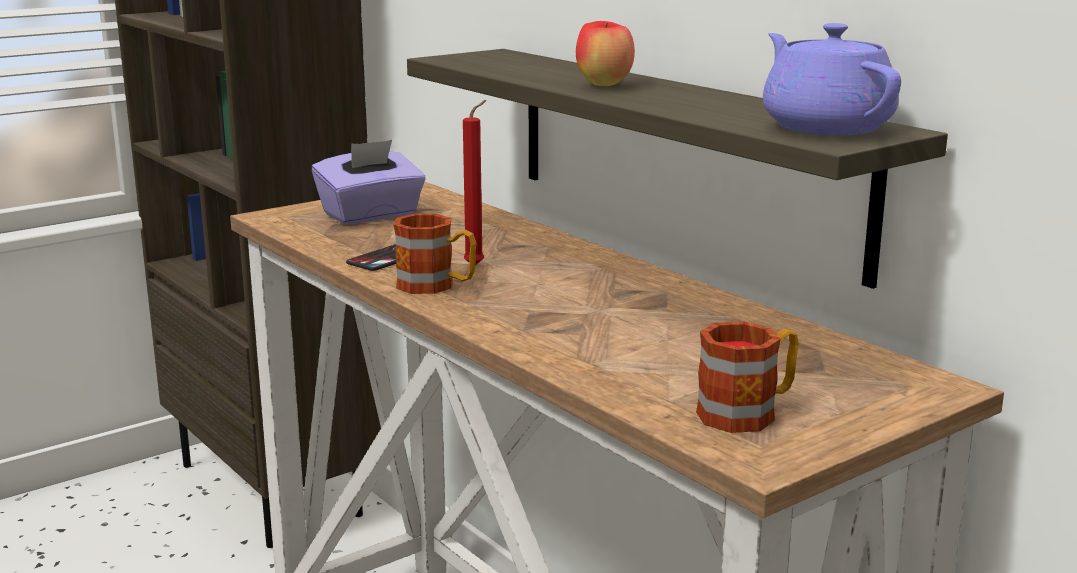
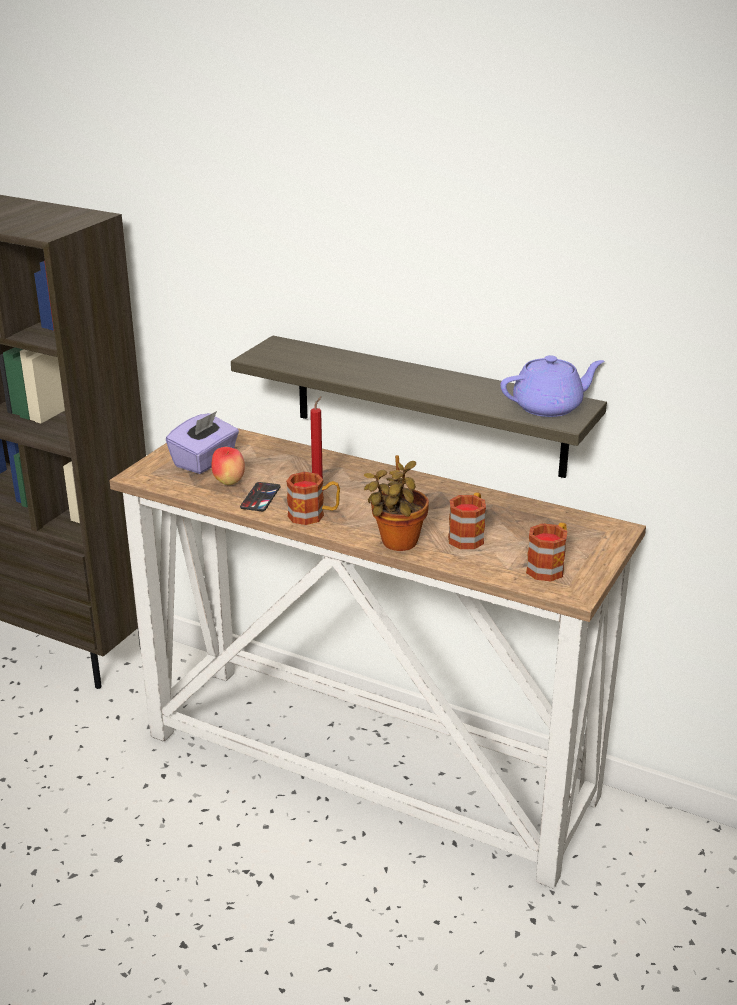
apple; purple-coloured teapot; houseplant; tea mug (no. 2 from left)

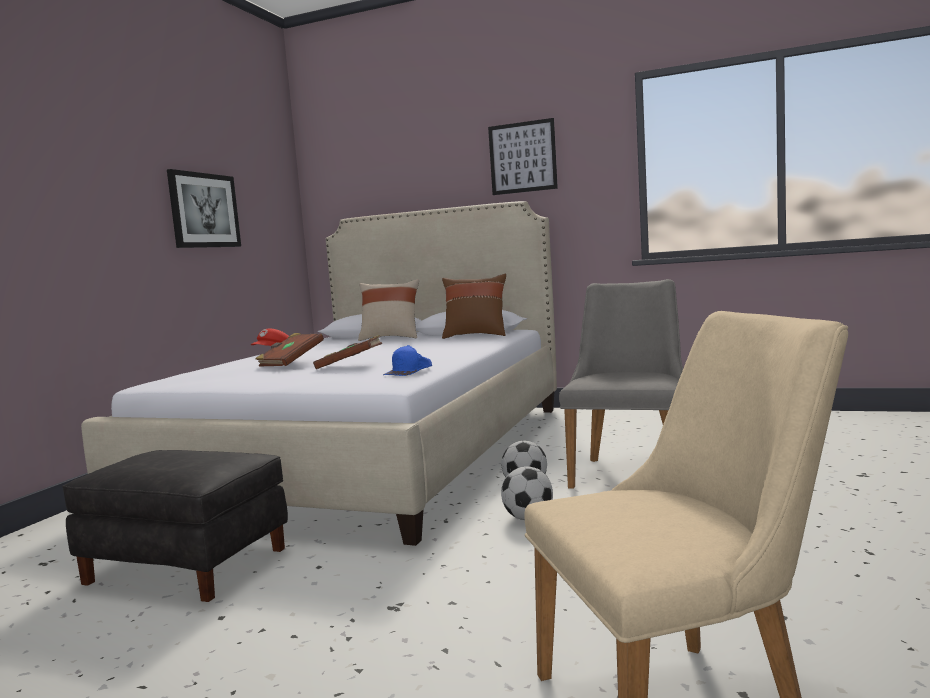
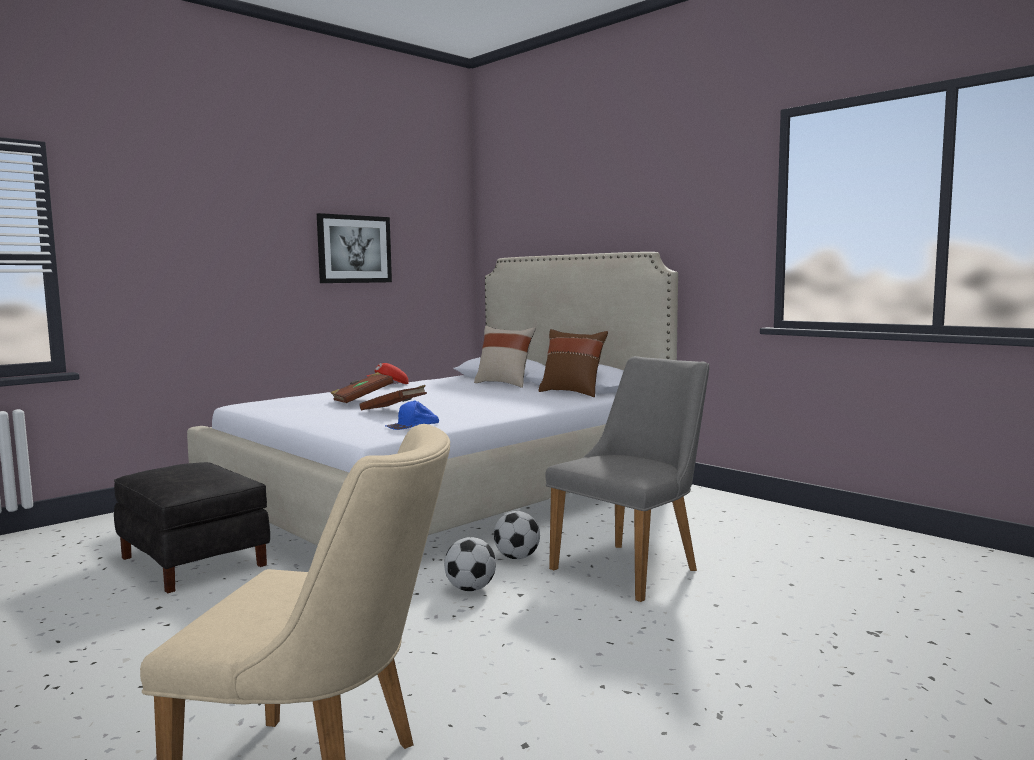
wall art (no. 2 from left in the first image)

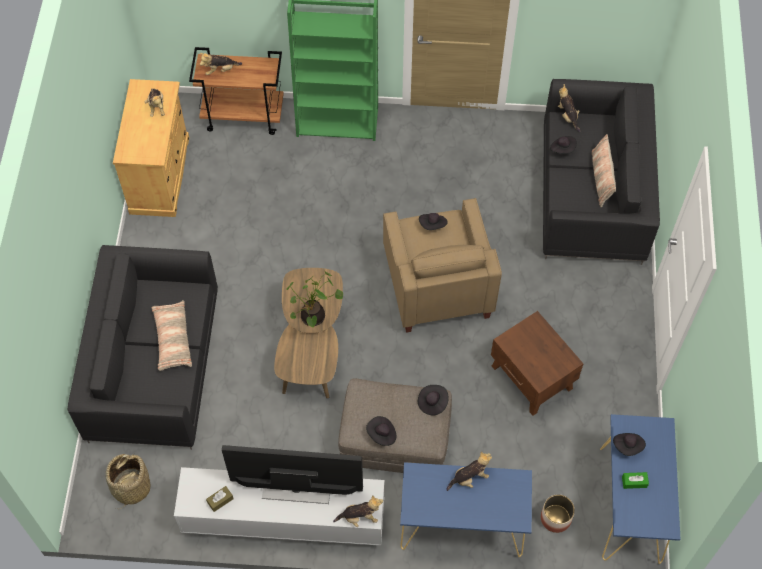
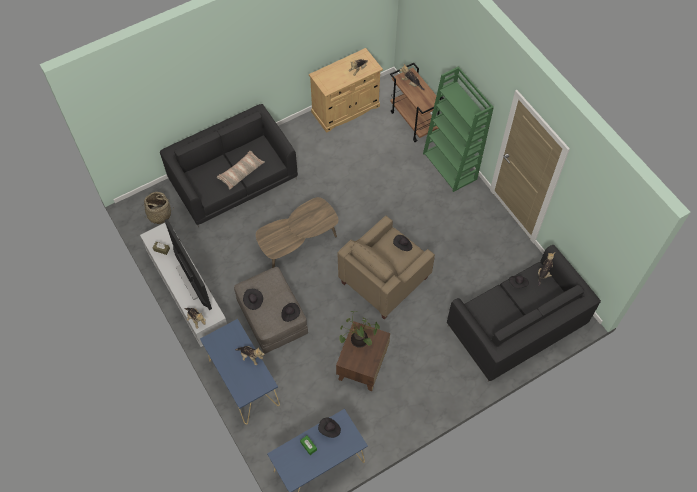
throw pillow (no. 2 from left in the first image); houseplant; flower pot

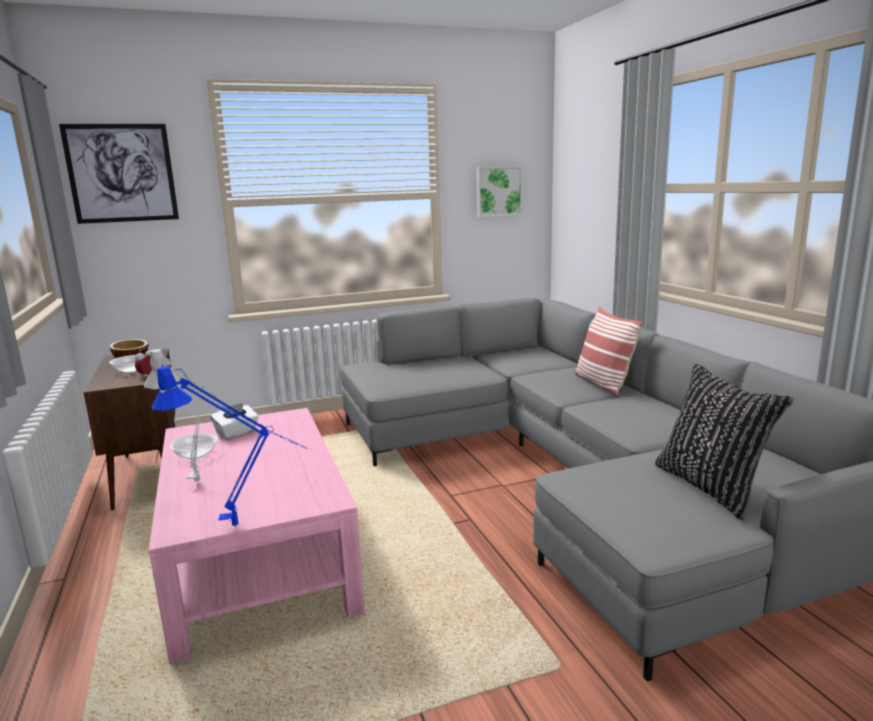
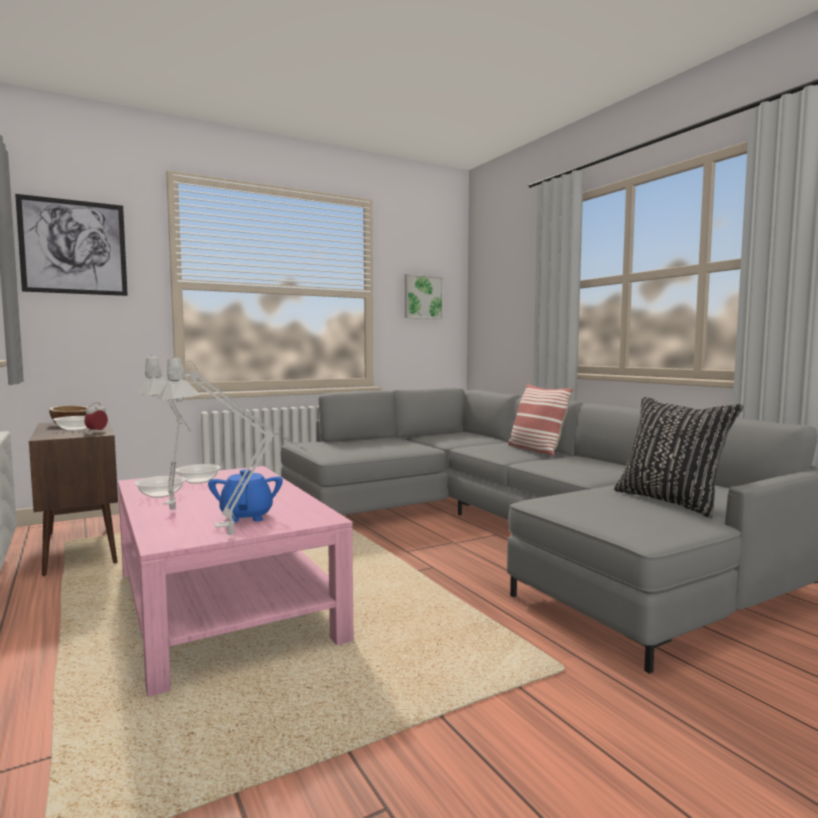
greyish table lamp (no. 2 from left); deep dish (no. 4 from left); blue teapot

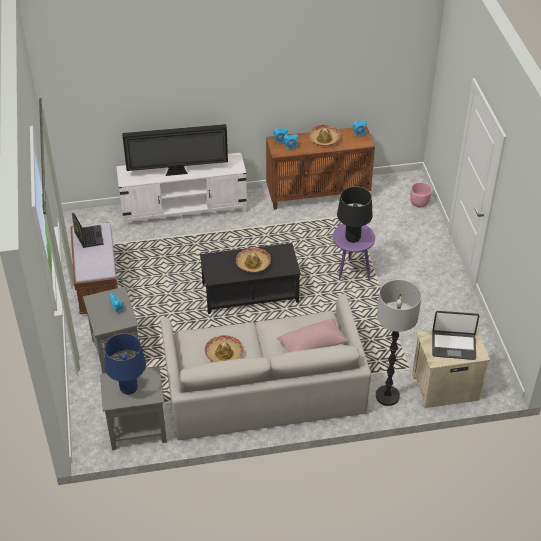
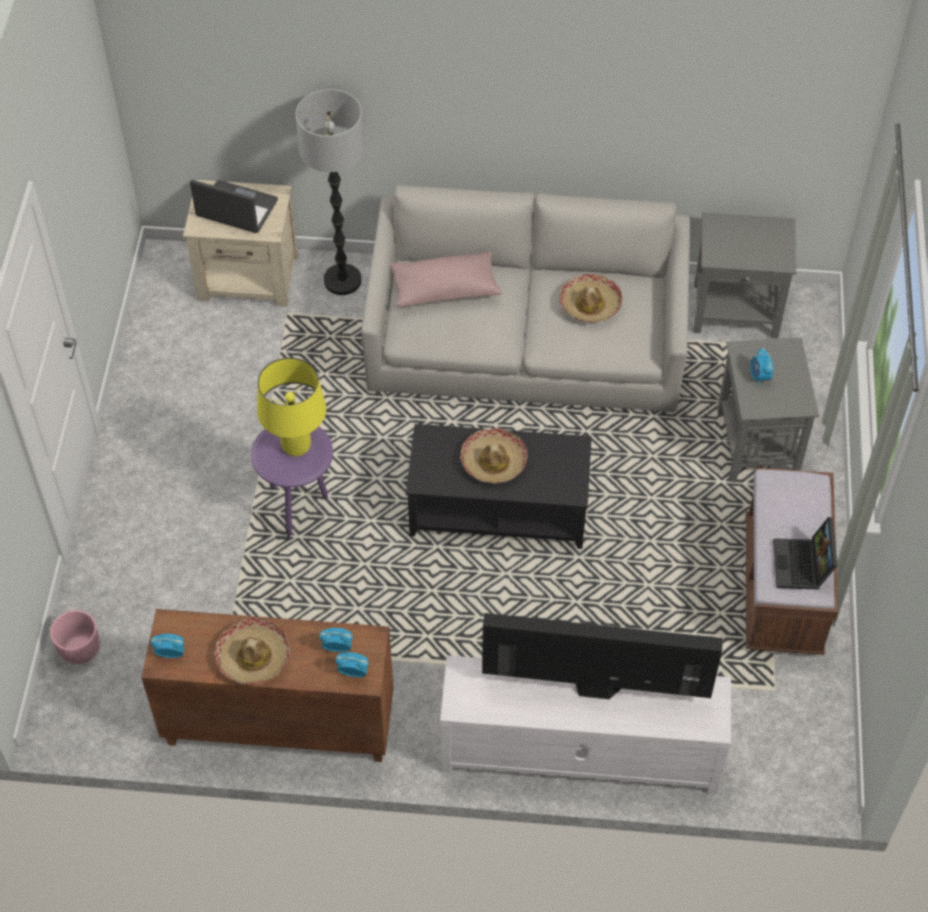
yellow table lamp; blue table lamp

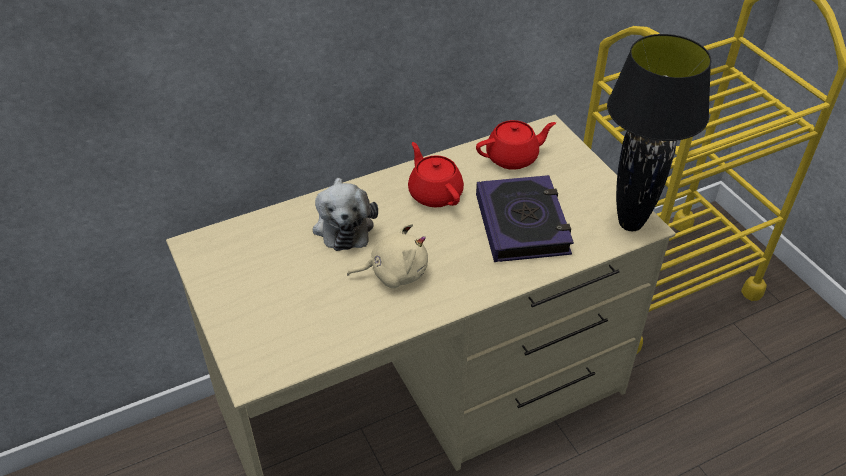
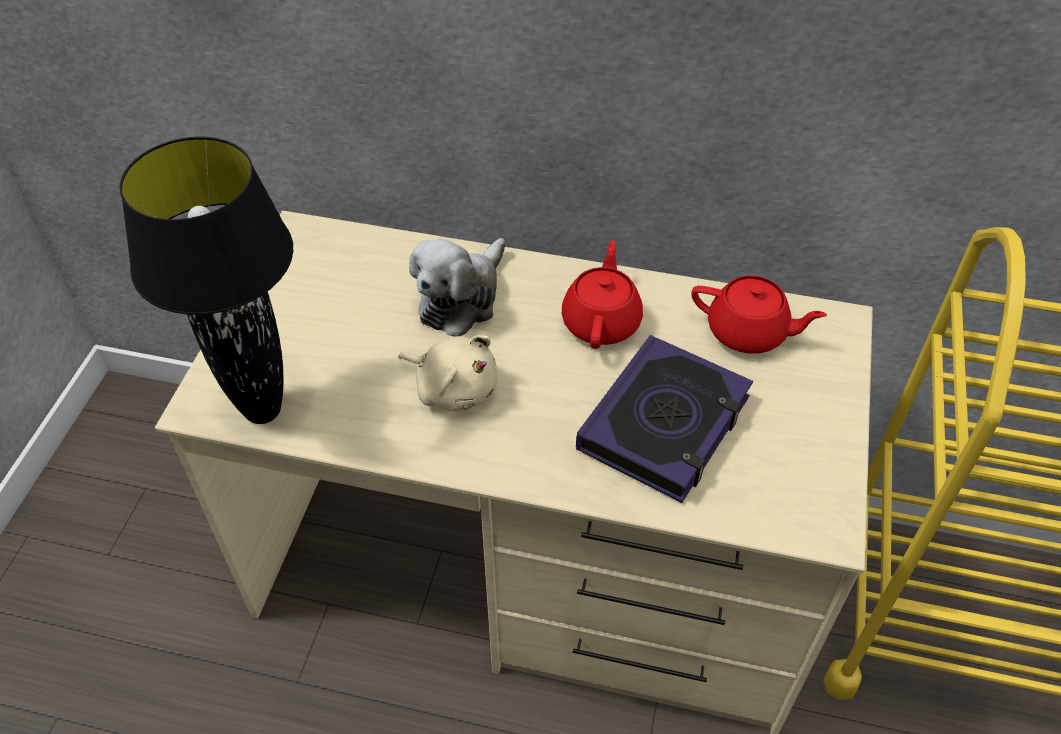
blackish table lamp

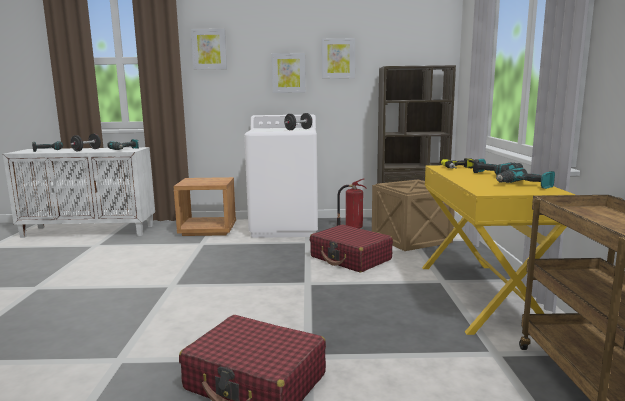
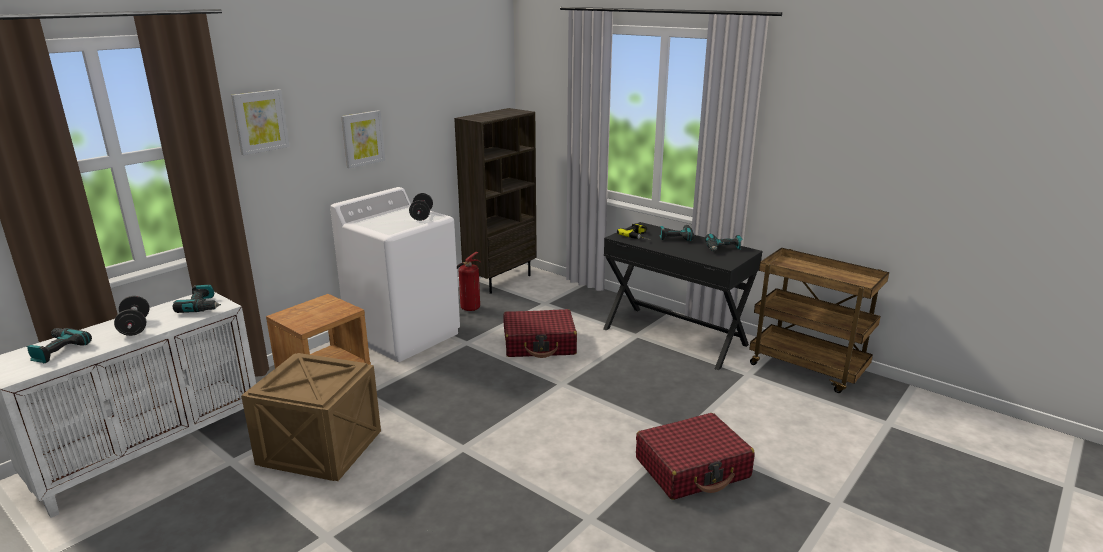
wall art (no. 3 from left in the first image); blackish desk; shipping crate

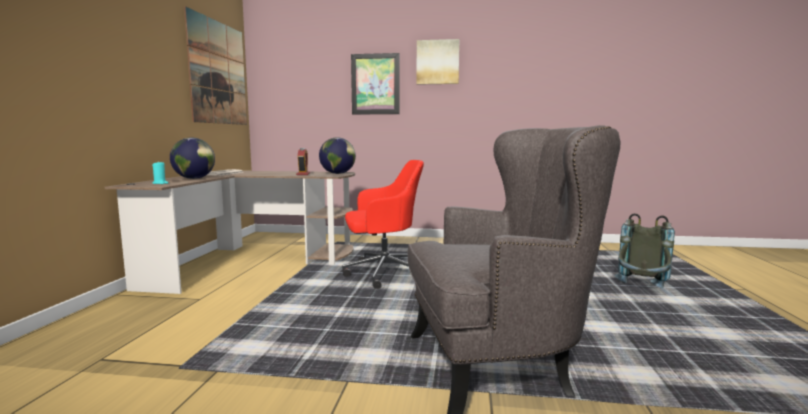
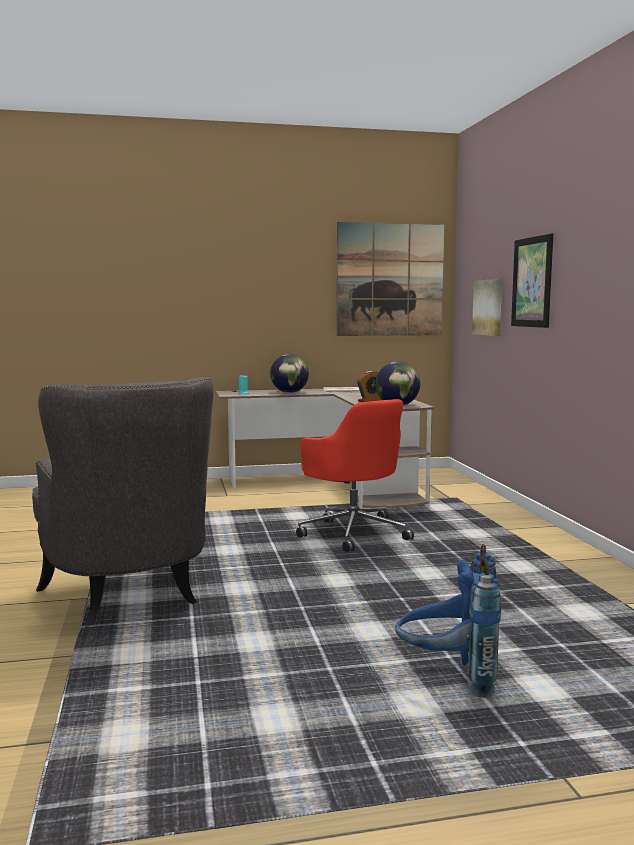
wall art (no. 2 from left); blue knapsack

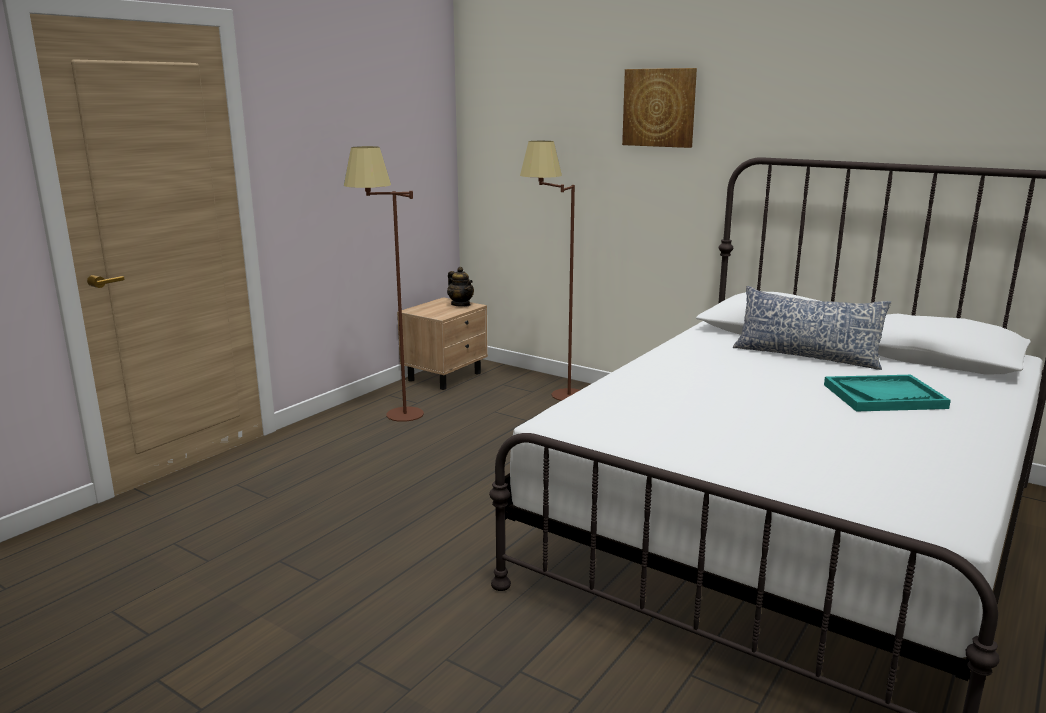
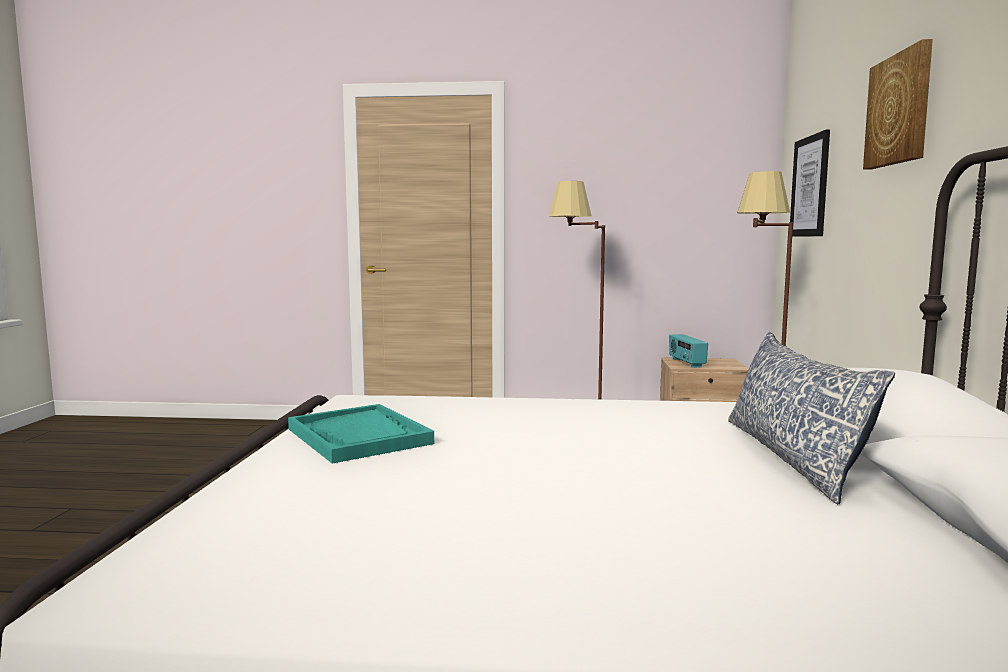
teapot; turquoise tray; wall art (no. 1 from left); radio set

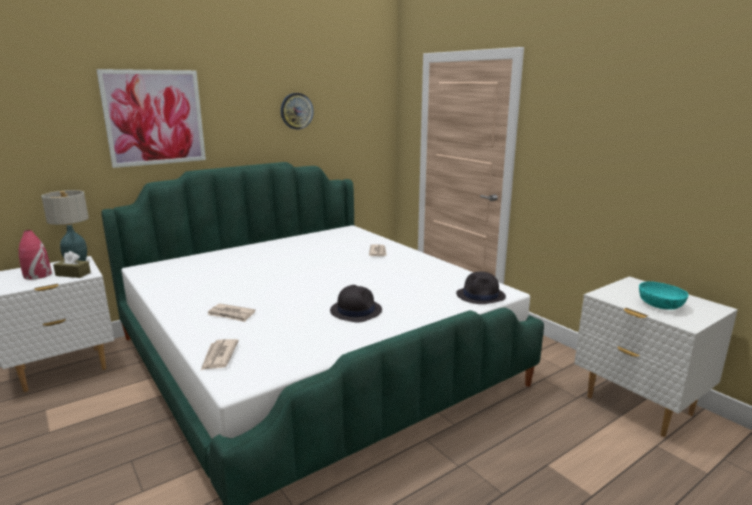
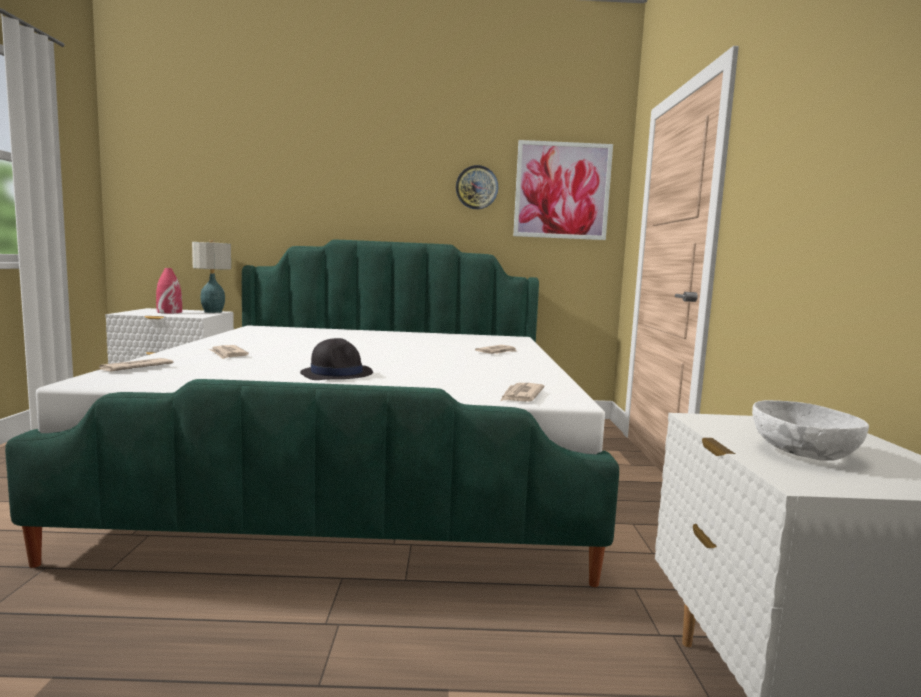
wall art; brownish tissue holder; printed paper (no. 4 from left); whitish deep dish

